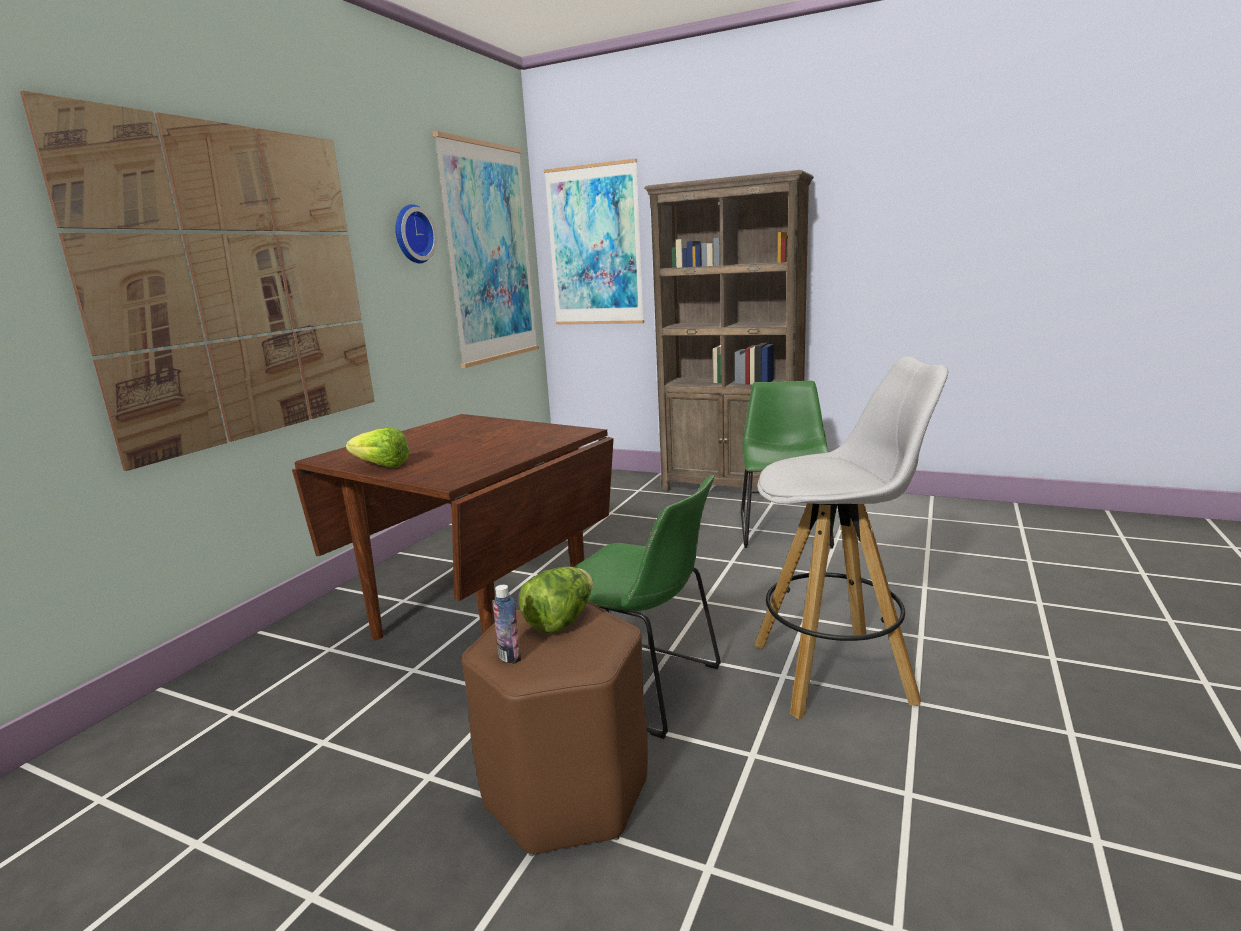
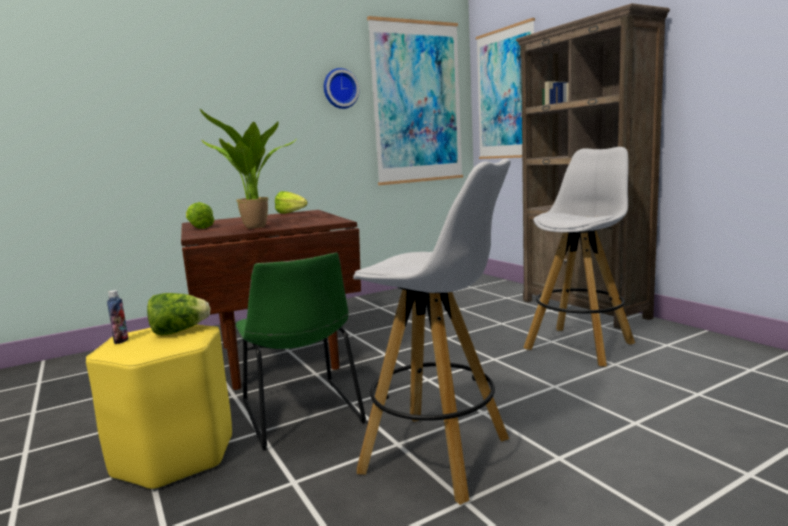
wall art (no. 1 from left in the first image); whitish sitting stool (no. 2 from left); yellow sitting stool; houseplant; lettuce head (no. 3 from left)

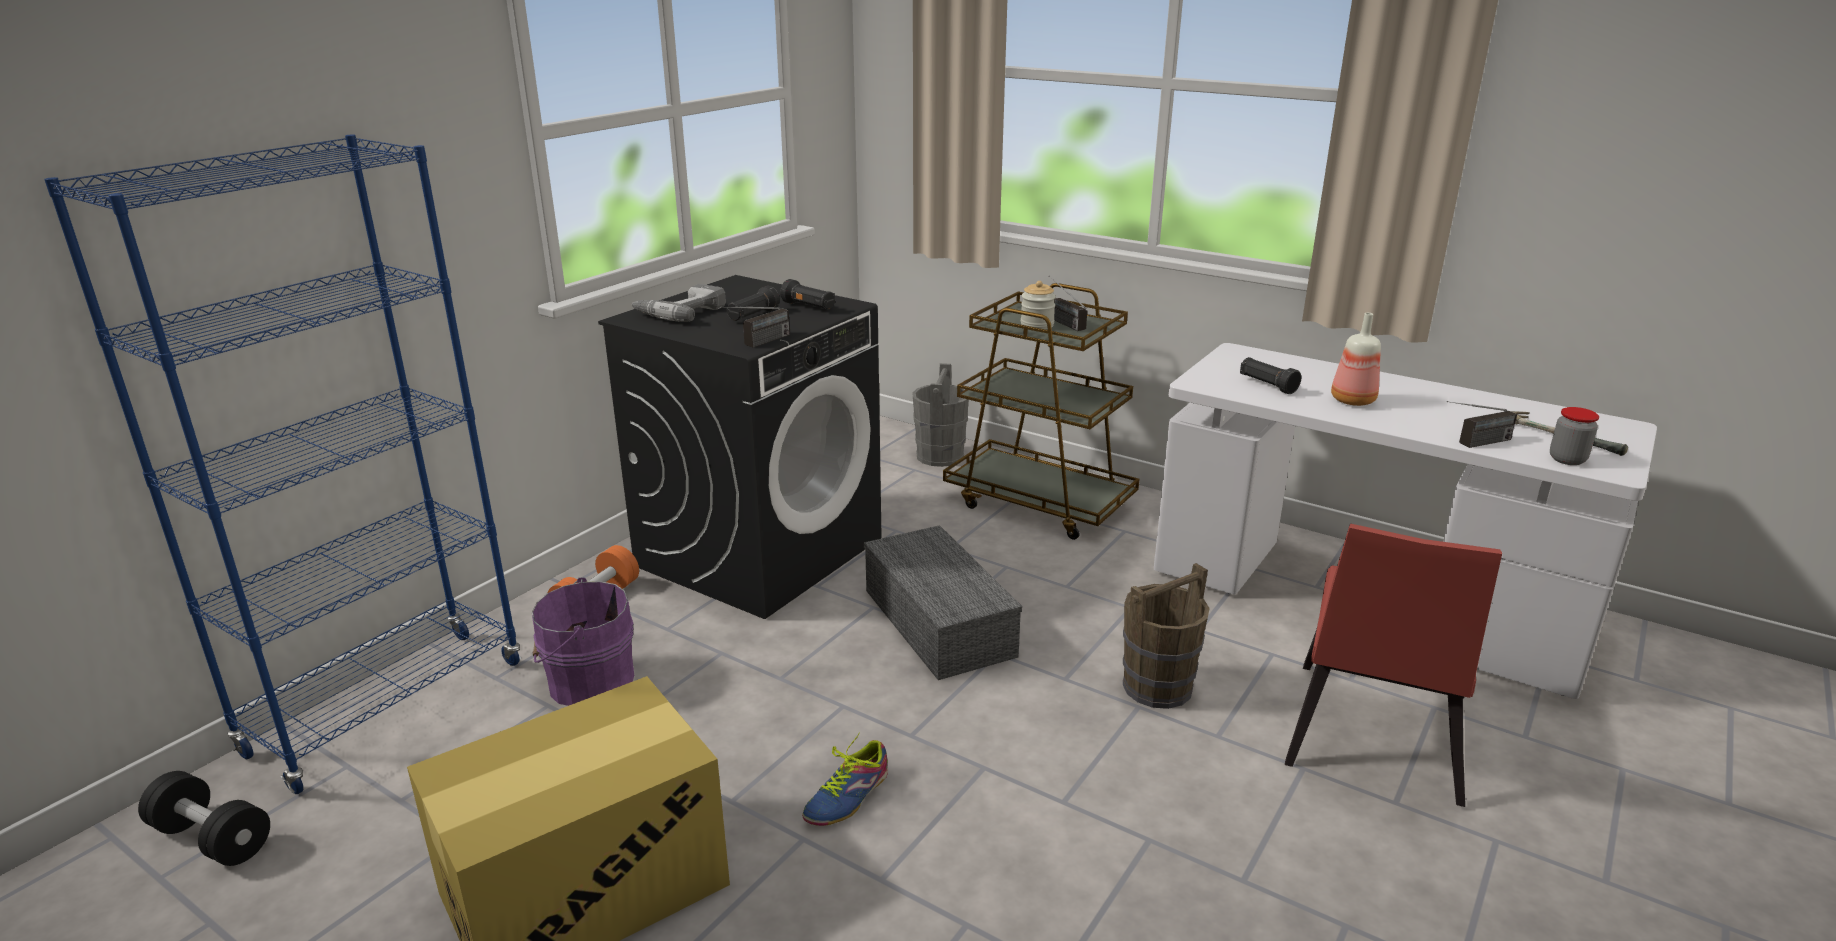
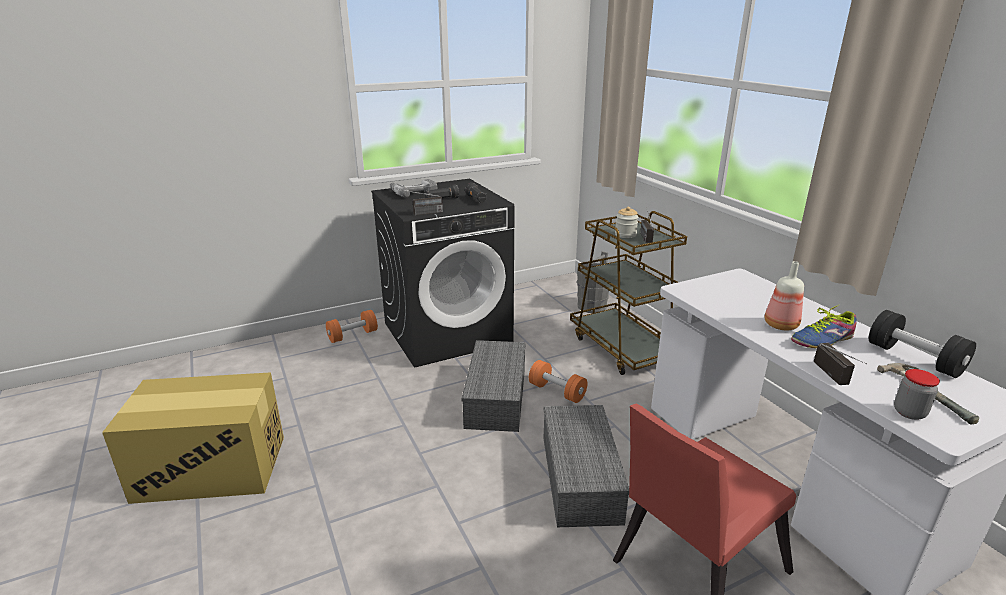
blue bookcase; blackish torch (no. 3 from left in the first image); radio set (no. 3 from left); greyish storage box (no. 2 from left); purple-coloured bucket; item of footwear; blackish hand weight; orangey hand weight (no. 2 from left)

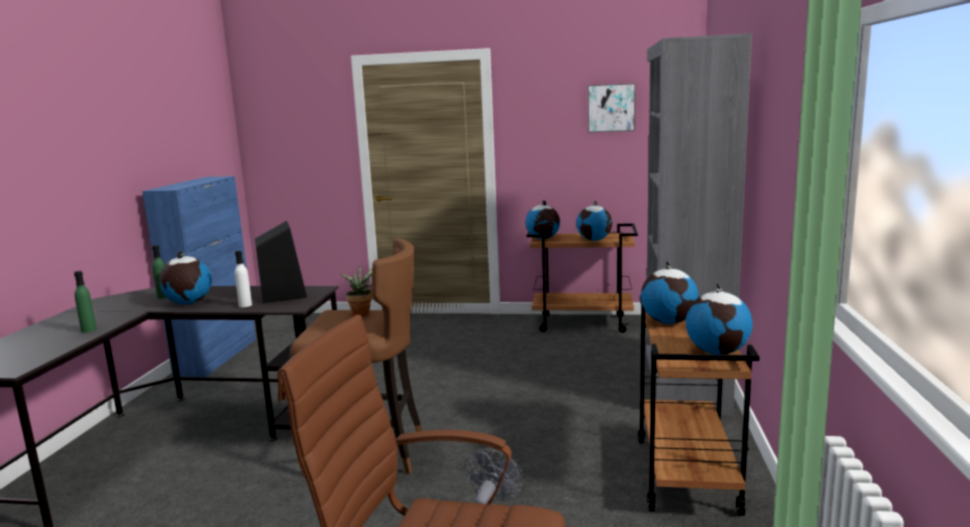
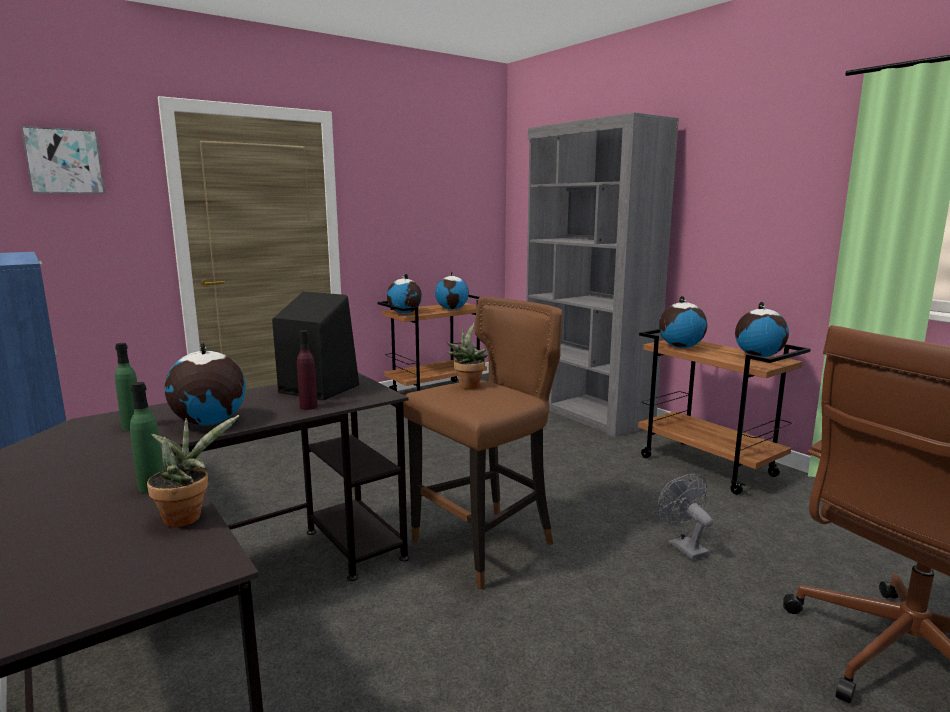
wall art; purple-coloured bottle; houseplant (no. 1 from left)

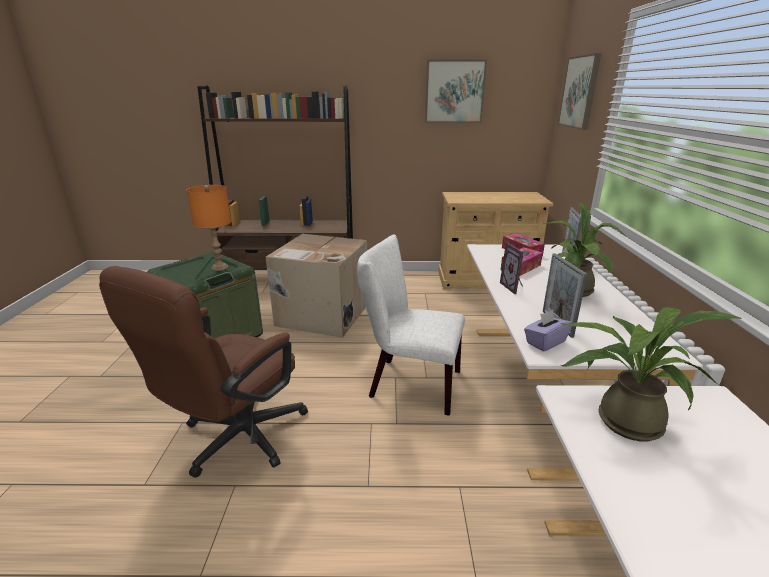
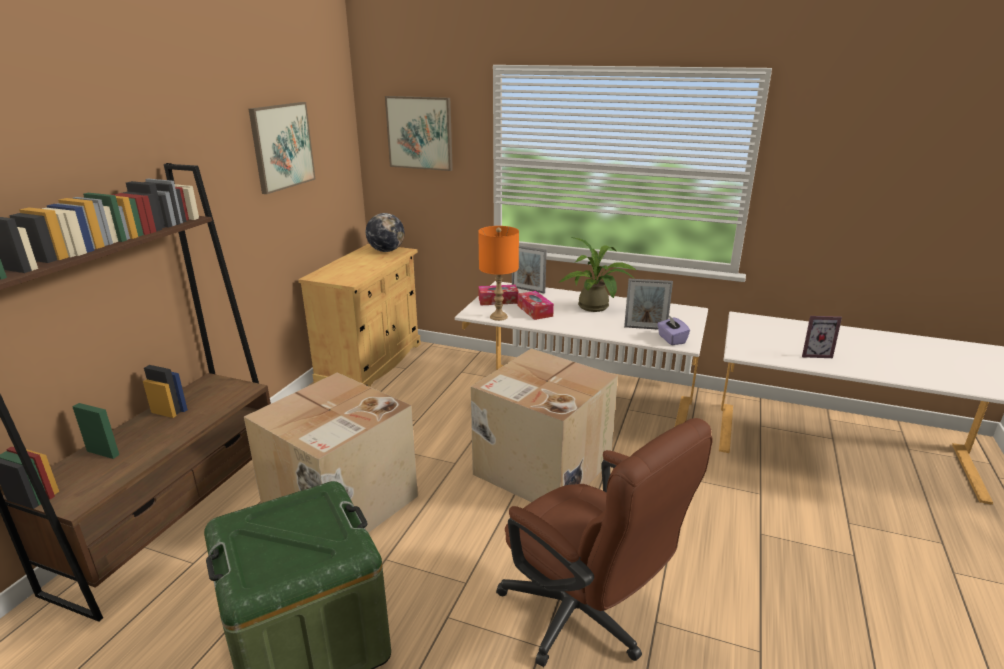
orangey table lamp; carton (no. 2 from left); picture frame (no. 3 from left); houseplant (no. 2 from left in the first image); desk globe

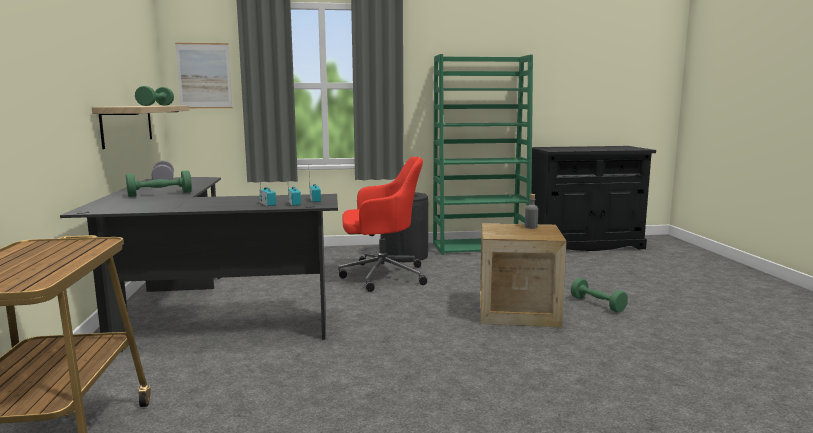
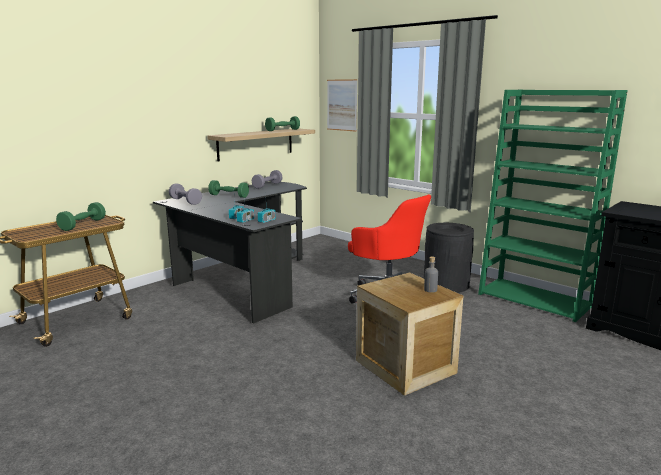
greenish hand weight (no. 1 from left); greyish hand weight (no. 1 from left)

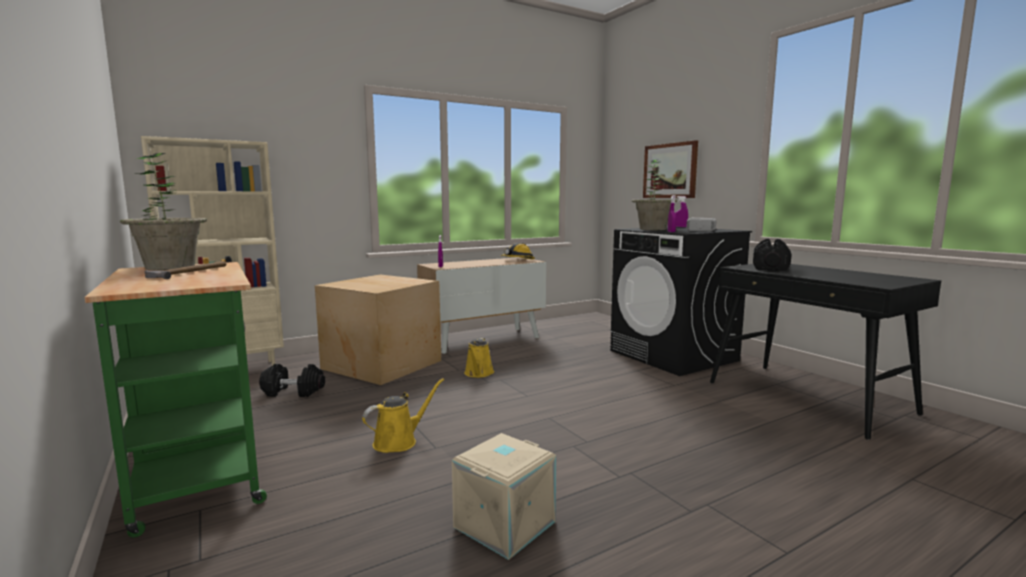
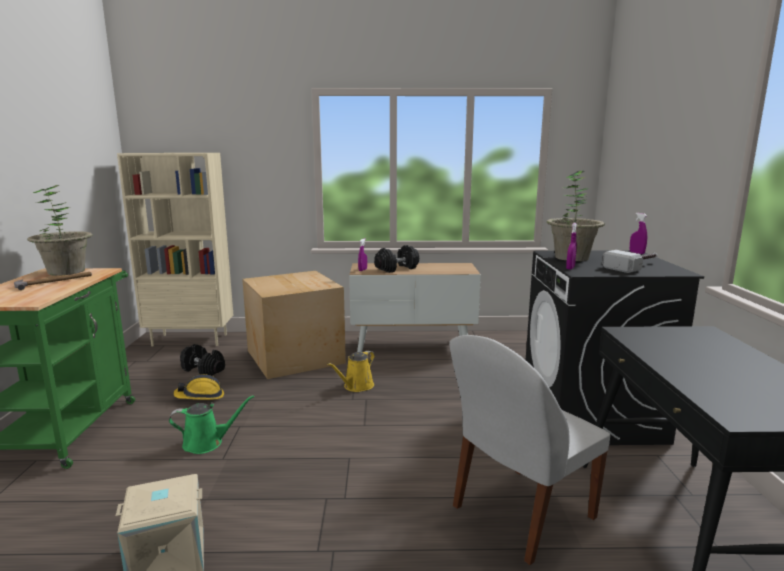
wall art; blackish hand weight (no. 2 from left); work helmet; greenish watering can; whitish upright chair

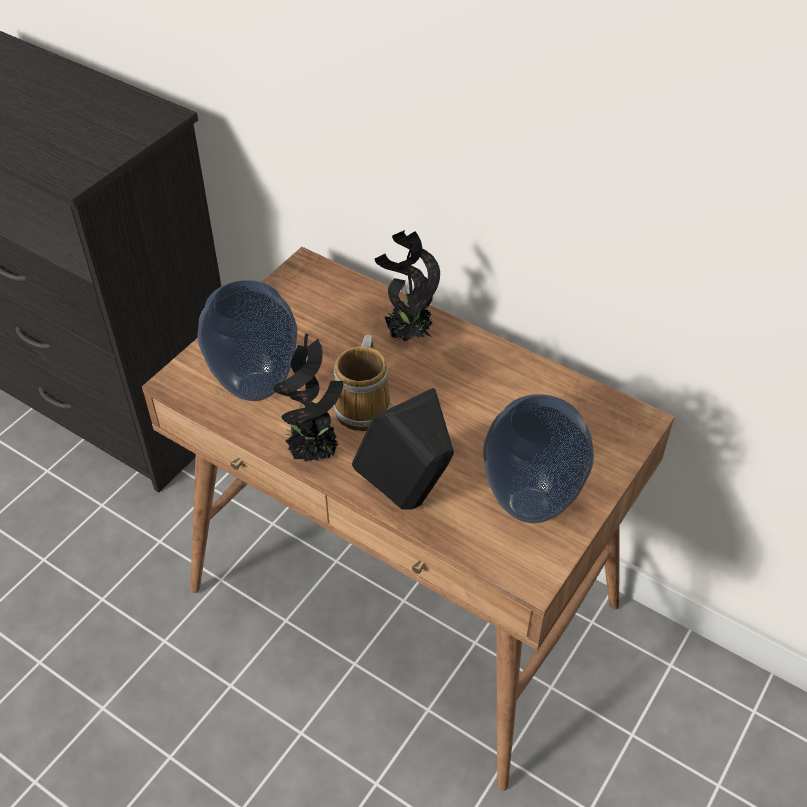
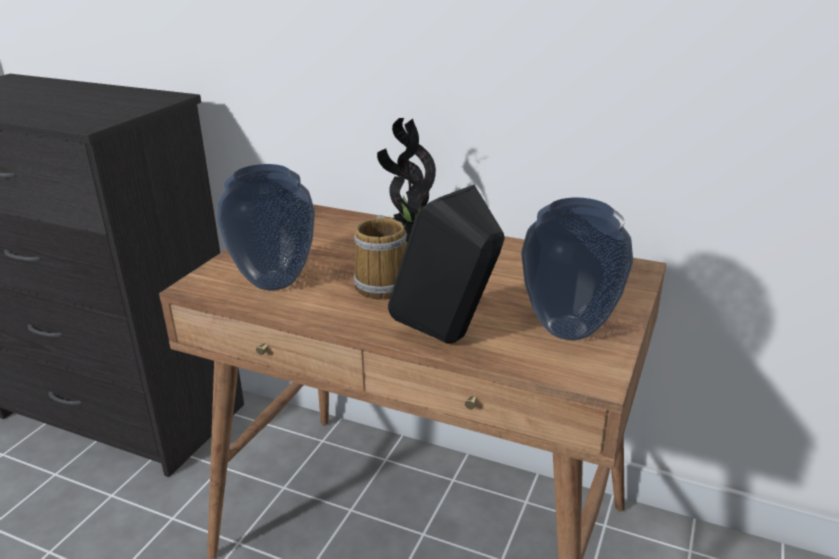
houseplant (no. 1 from left in the first image)

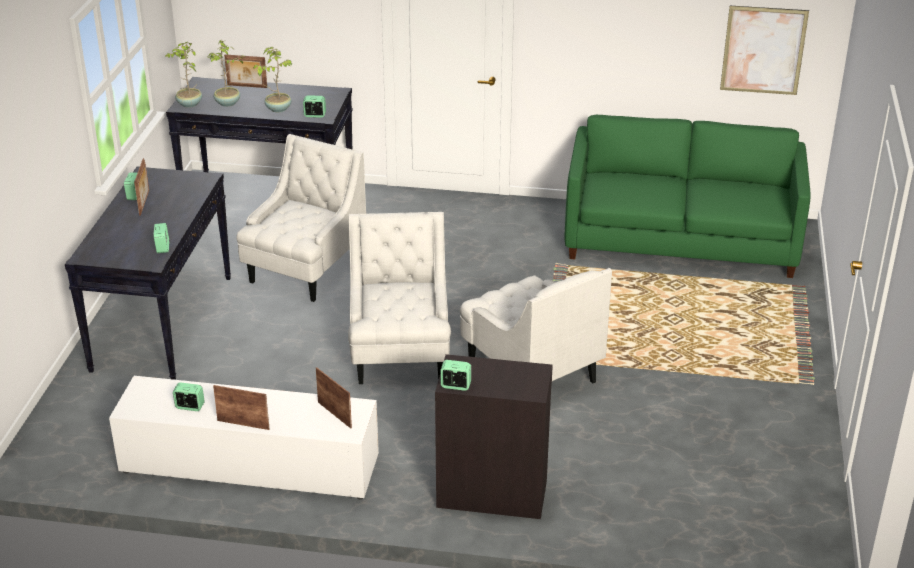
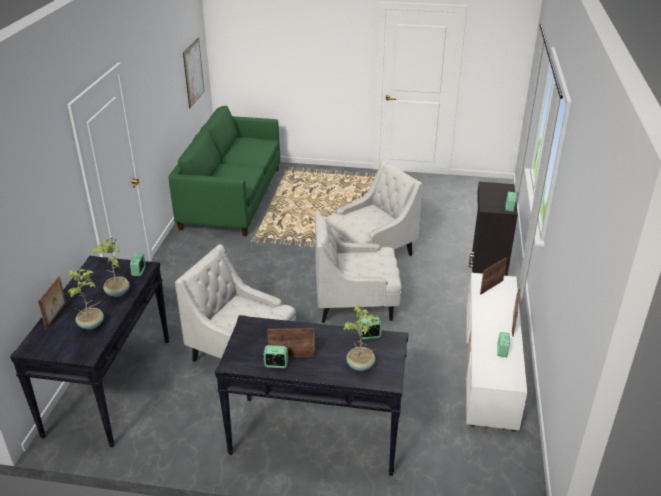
houseplant (no. 3 from left)

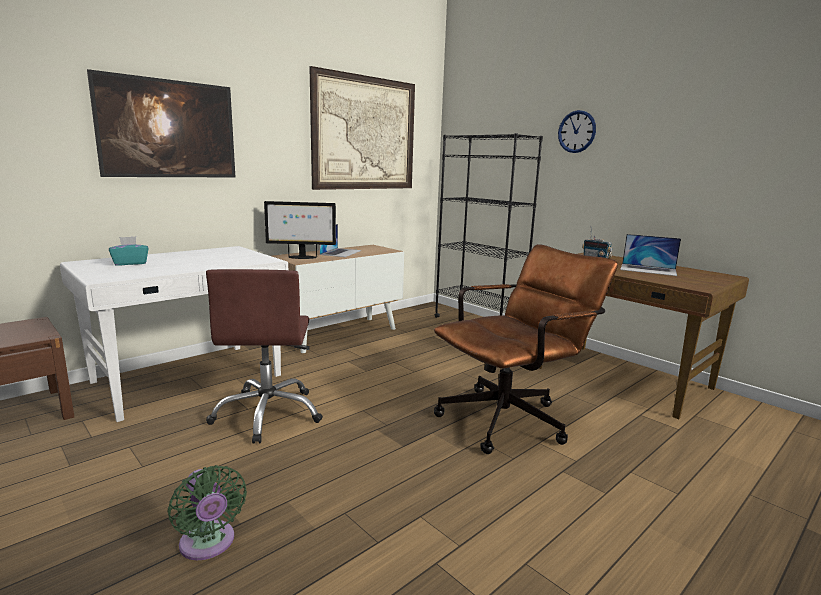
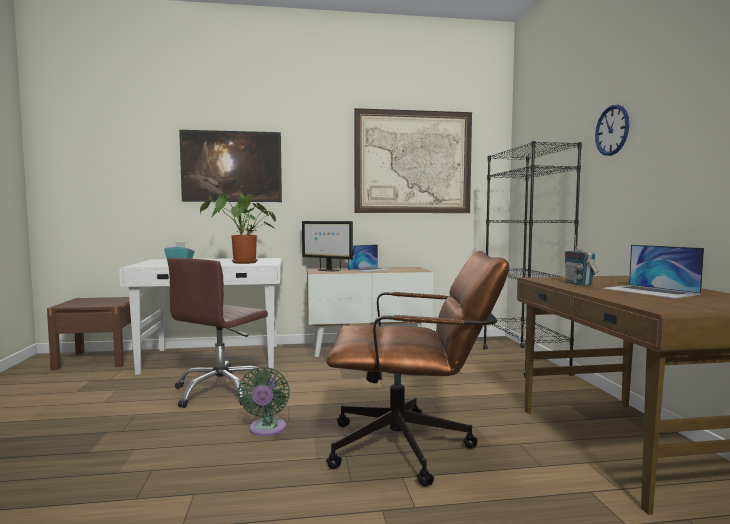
greenish electric fan; houseplant

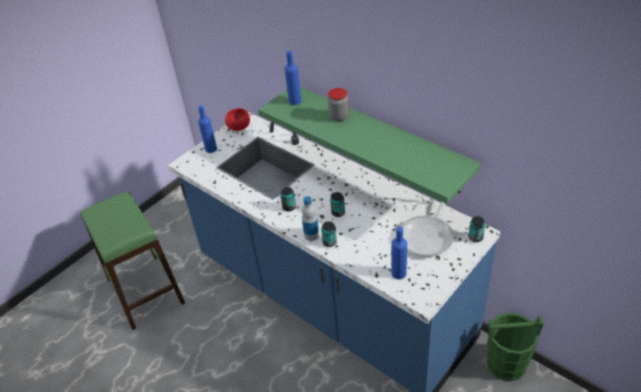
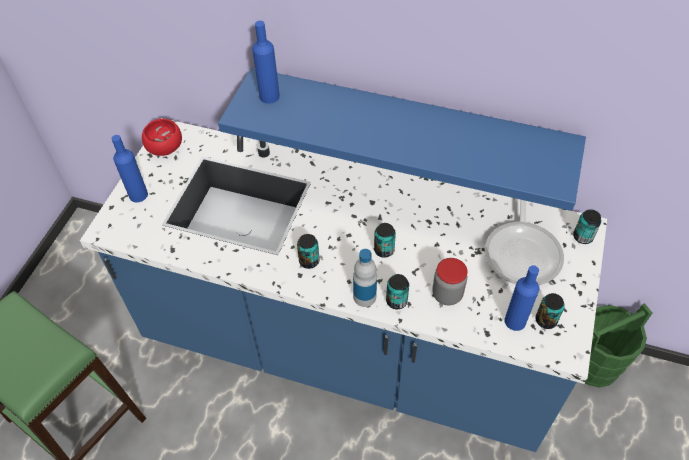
blue shelf; preserve jar; can (no. 4 from left)

